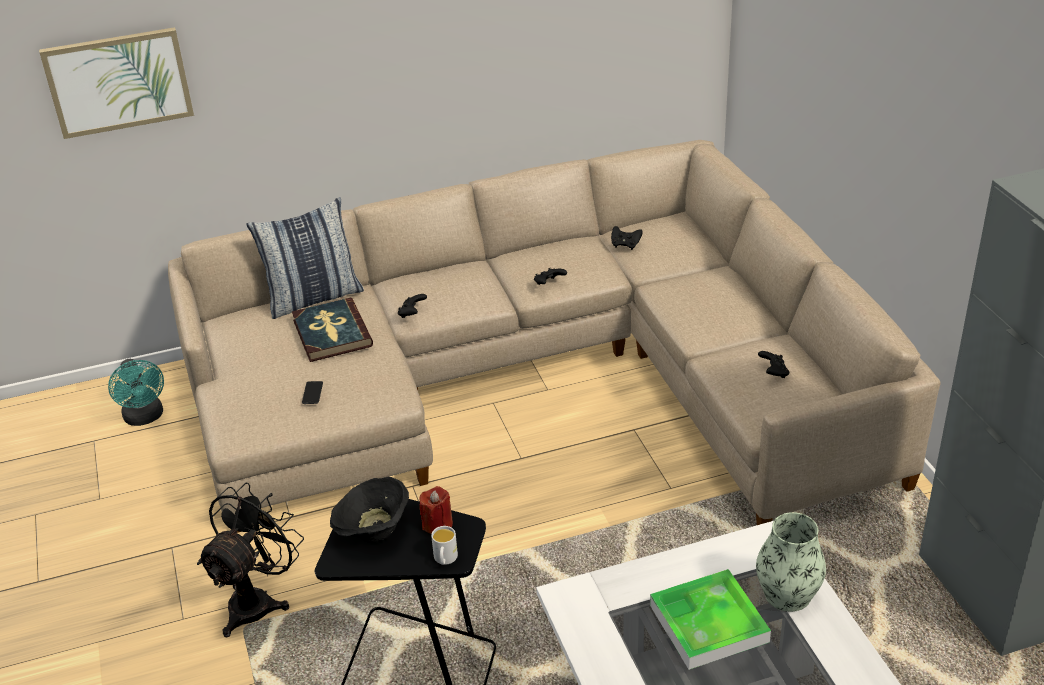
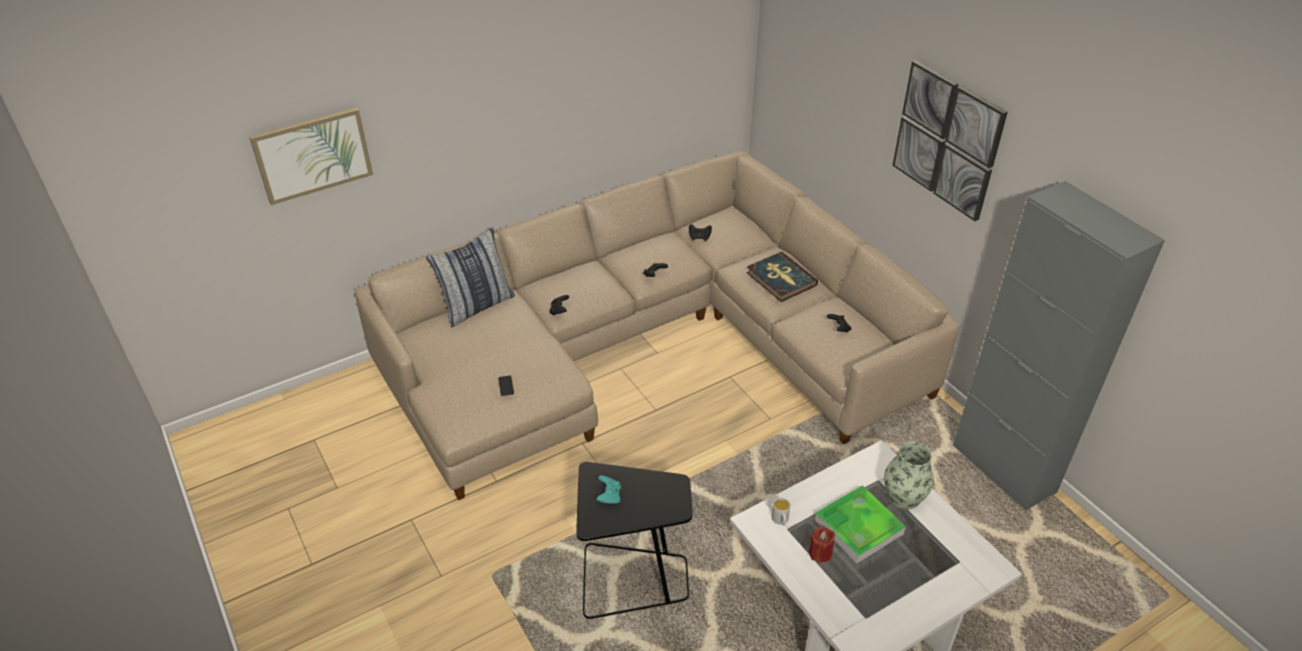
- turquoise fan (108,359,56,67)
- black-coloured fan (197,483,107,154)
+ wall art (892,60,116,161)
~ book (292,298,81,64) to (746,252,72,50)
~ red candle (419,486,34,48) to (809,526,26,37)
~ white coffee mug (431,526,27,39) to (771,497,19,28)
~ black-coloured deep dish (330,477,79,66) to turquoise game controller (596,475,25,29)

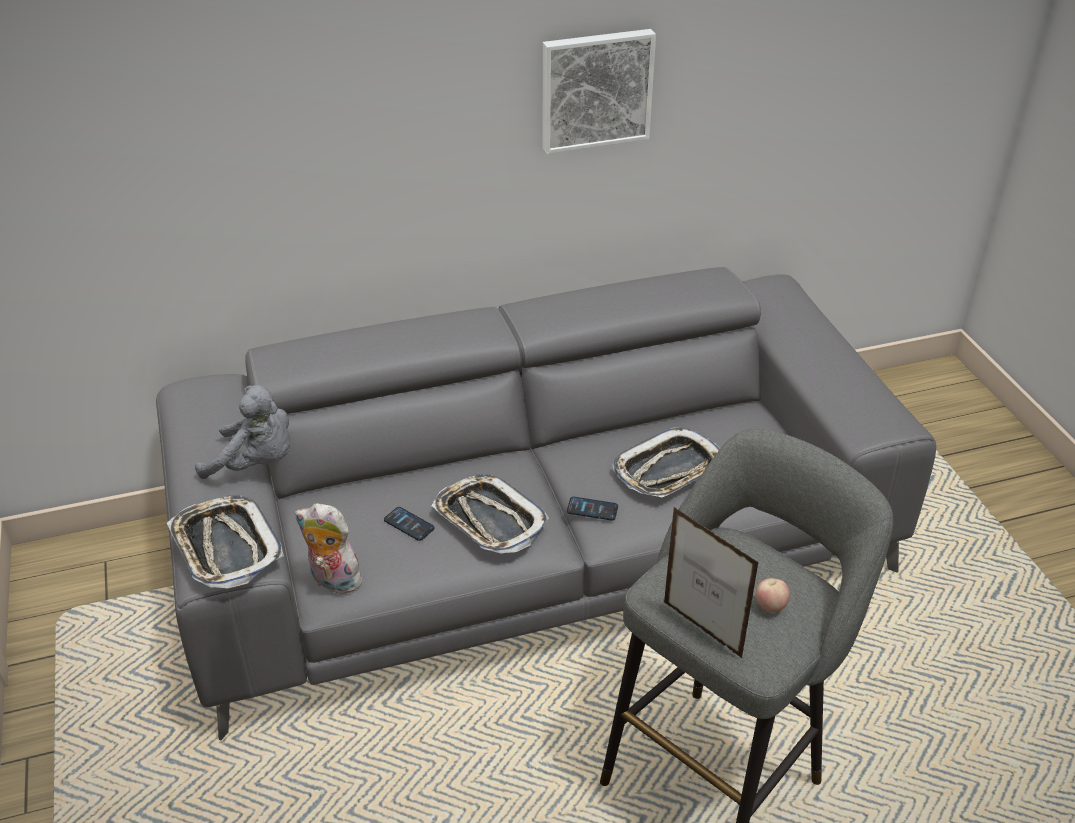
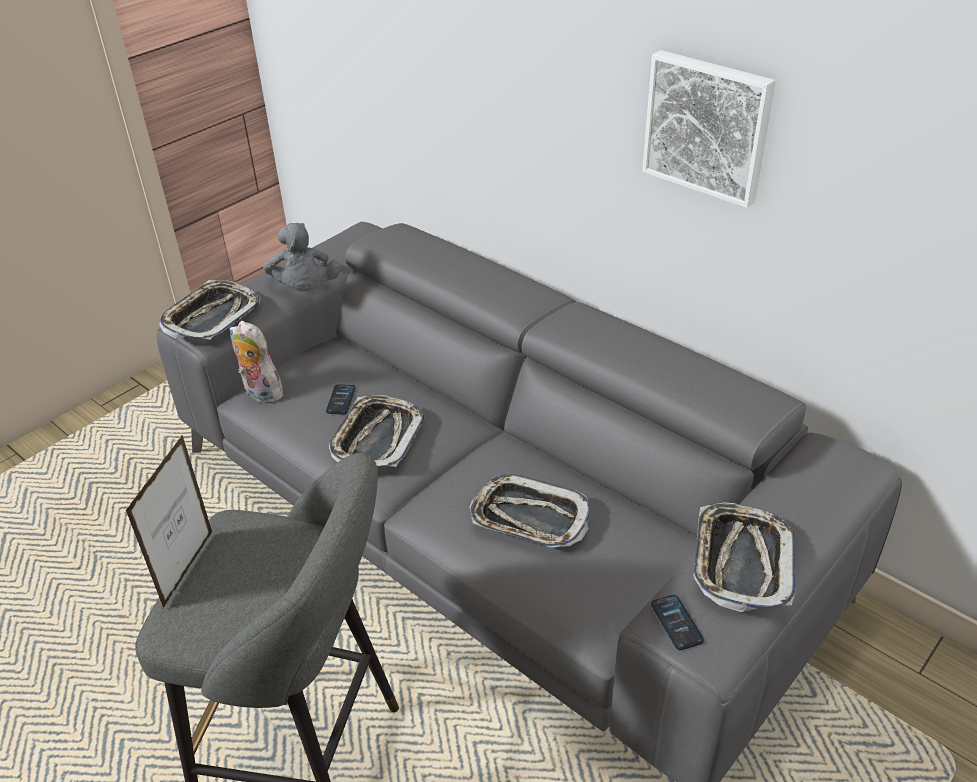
- apple (756,578,34,35)
+ tray (693,502,103,110)
~ handset (567,497,51,23) to (651,595,53,55)
~ soft toy (295,503,67,91) = (229,321,55,83) 45 degrees counterclockwise

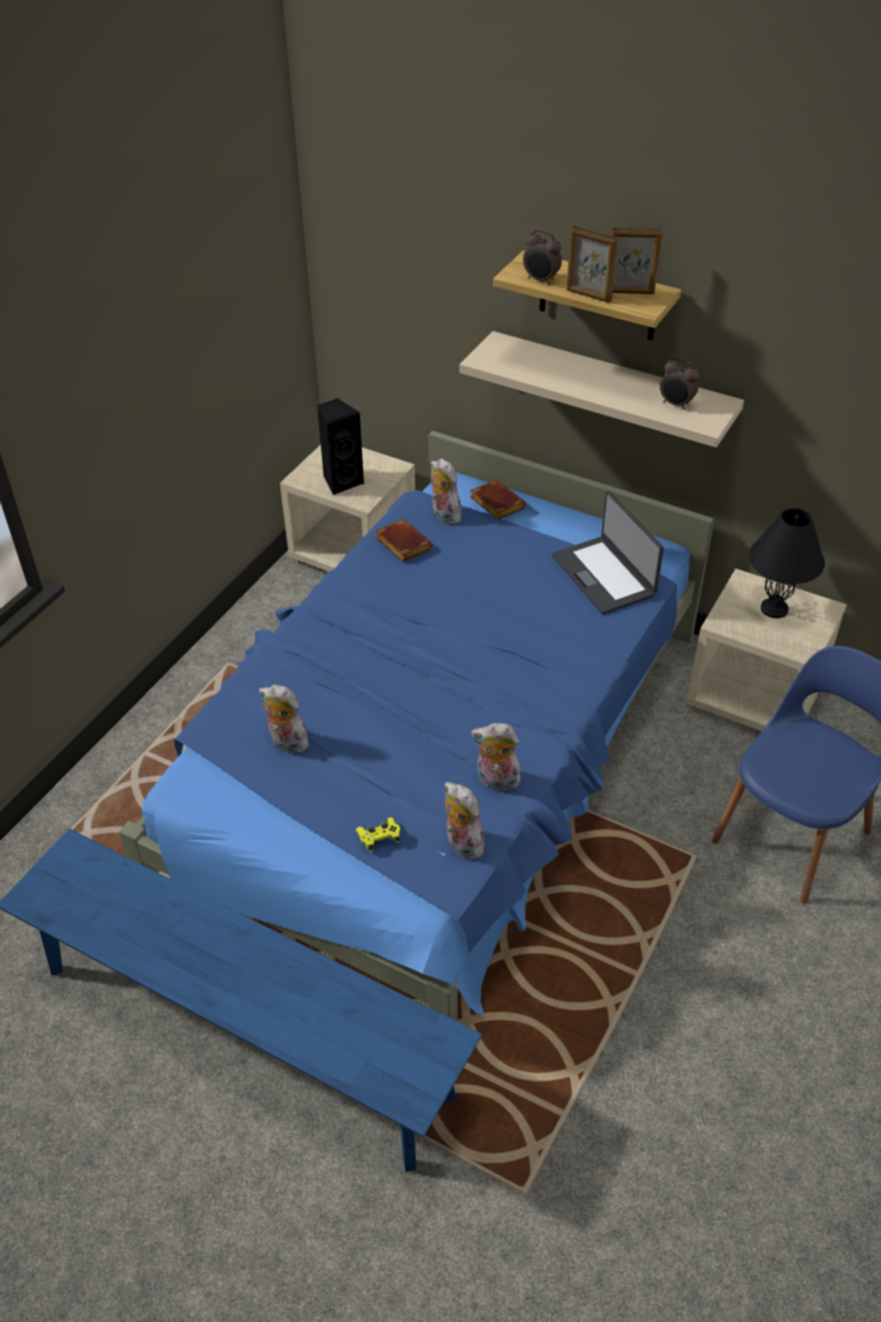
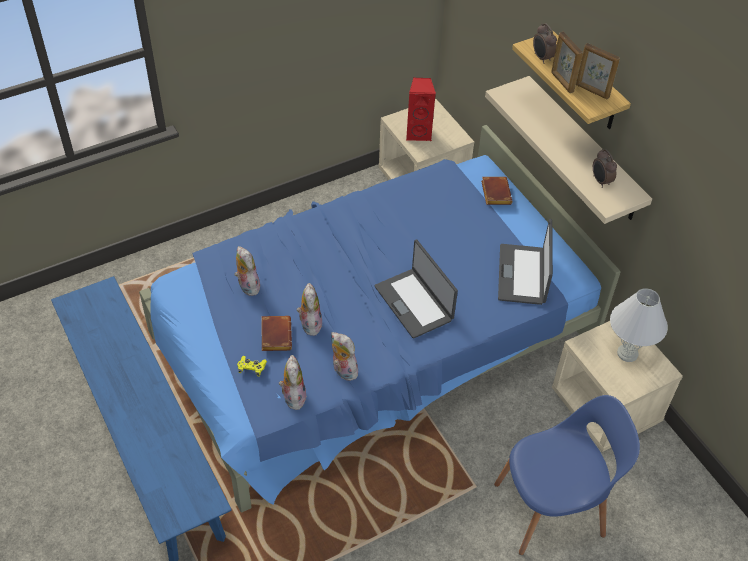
+ laptop (375,239,83,100)
~ brownish book (375,519,58,43) to (261,316,31,35)
~ soft toy (431,458,33,66) to (297,283,26,53)
~ black-coloured loudspeaker (317,398,47,97) to red loudspeaker (406,77,30,64)
~ black-coloured tabletop lamp (749,508,76,110) to white tabletop lamp (610,288,58,74)

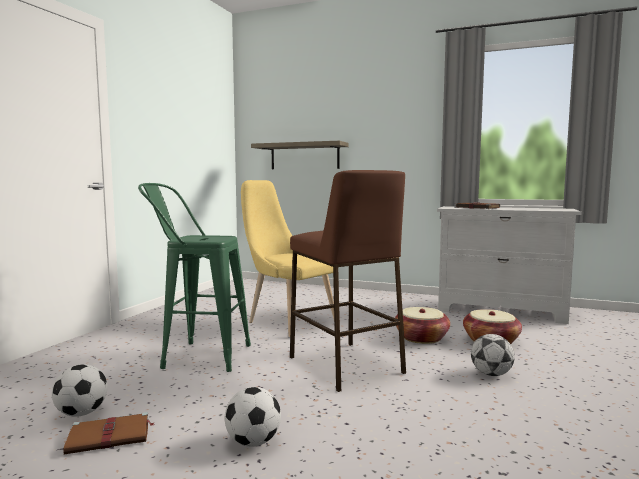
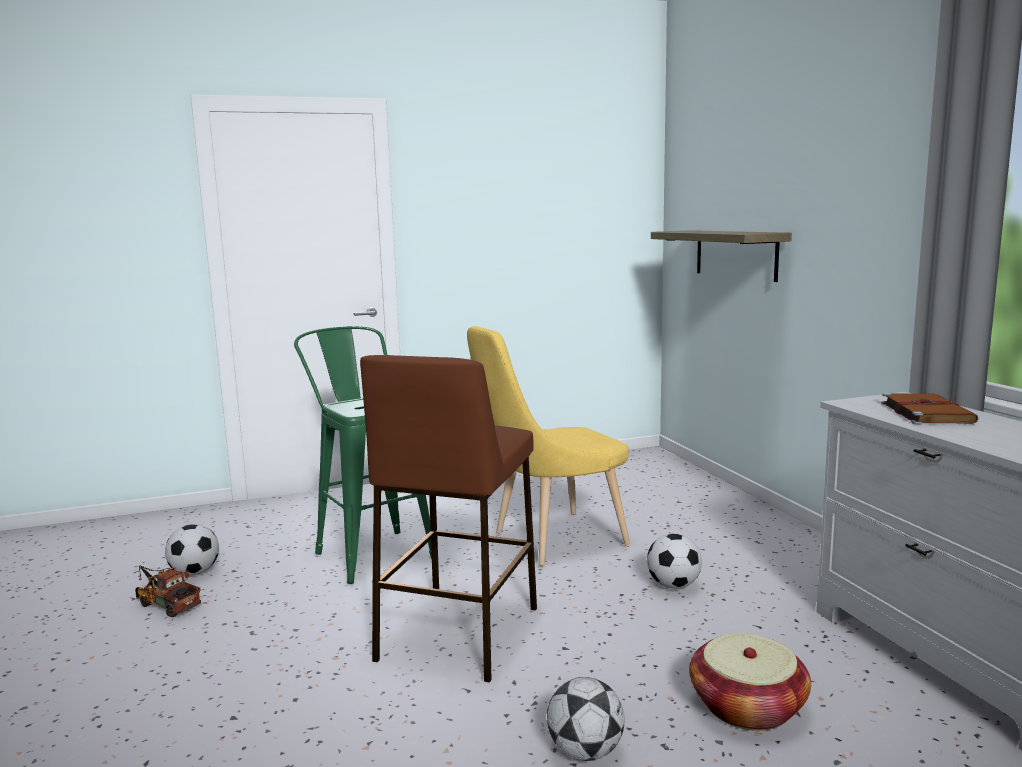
- basket (395,307,55,37)
~ football ball (225,387,56,60) to (647,534,55,55)
~ brownish book (63,412,91,42) to toy truck (135,565,66,52)
~ yellow-coloured upright chair (241,180,93,157) = (467,326,164,240) 120 degrees counterclockwise

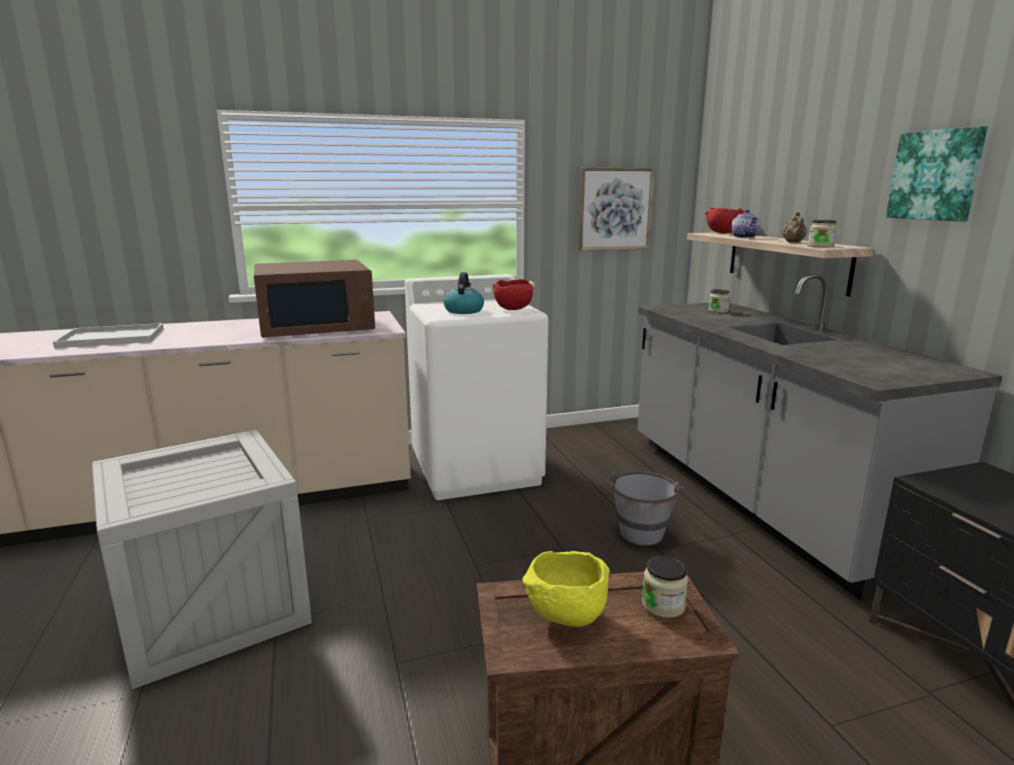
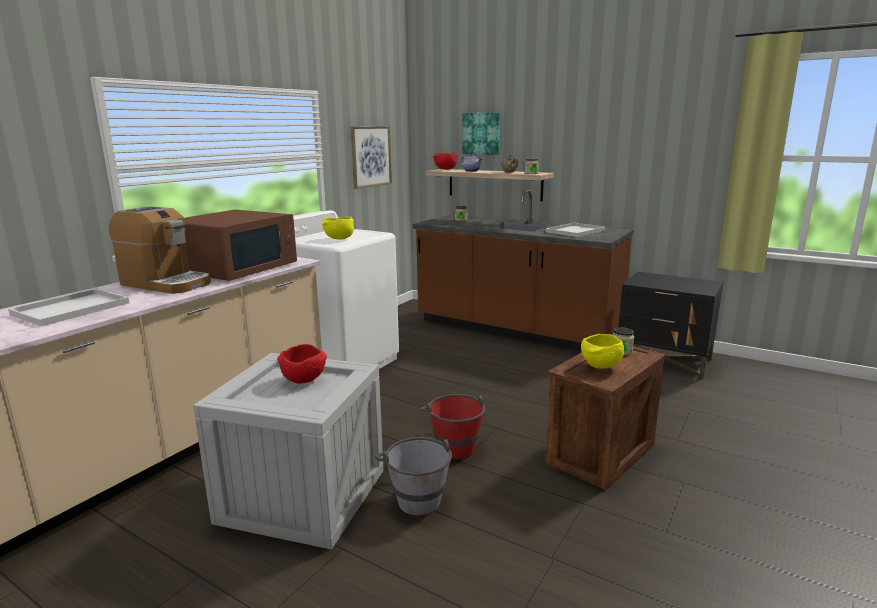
+ coffee brewer (109,206,102,88)
+ red pail (420,394,65,65)
+ white tray (545,223,60,14)
~ red deep dish (493,279,41,31) to (277,344,50,39)
~ greyish pail (609,471,76,74) to (376,437,76,78)
~ wall art (886,126,101,96) to (462,112,38,43)
~ tea kettle (444,272,40,42) to yellow-coloured deep dish (322,216,32,24)
~ greyish kitchen counter (637,274,366,327) to brownish kitchen counter (413,190,221,161)

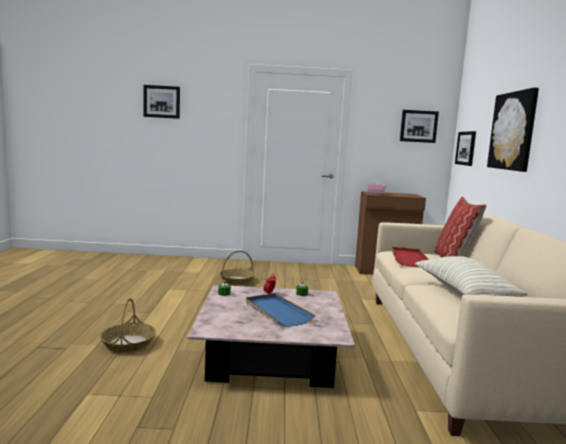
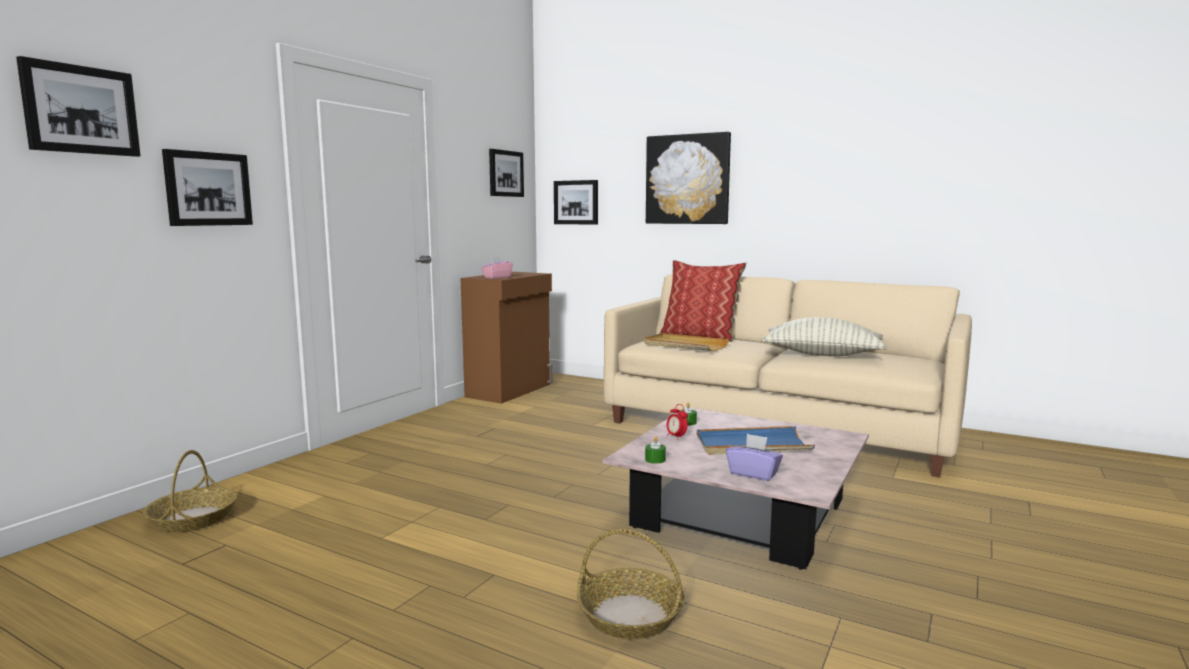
+ wall art (162,149,91,77)
+ purple tissue box (726,434,57,47)
~ basket (219,250,37,35) to (143,450,94,82)
~ red tray (392,247,37,20) to beige-coloured tray (644,333,85,18)

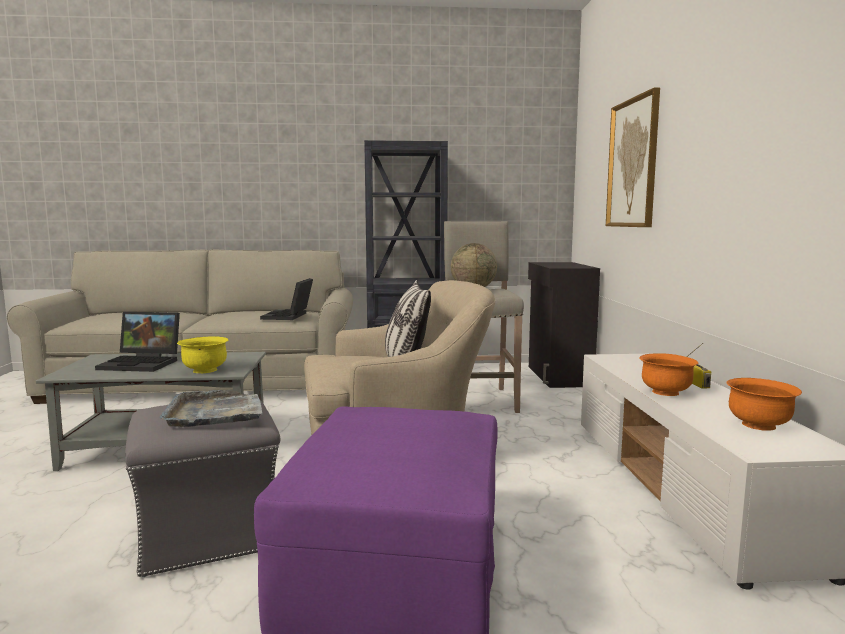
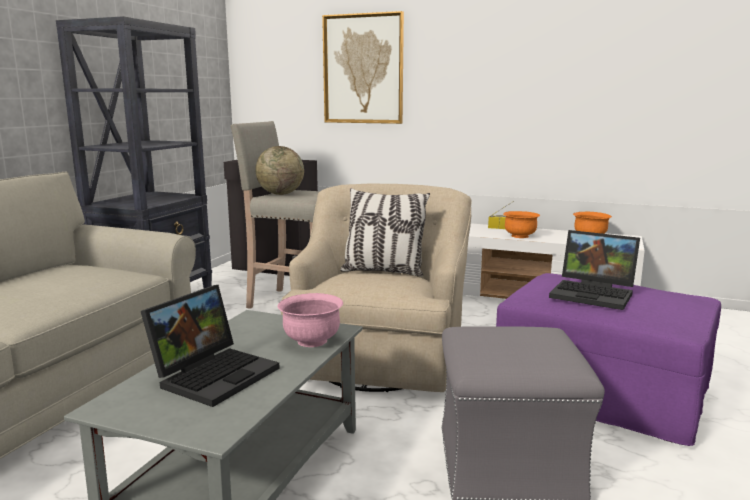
- greyish tray (159,390,104,37)
~ laptop (260,278,53,42) to (549,230,91,80)
~ yellow-coloured deep dish (177,336,52,37) to pink-coloured deep dish (278,293,65,54)

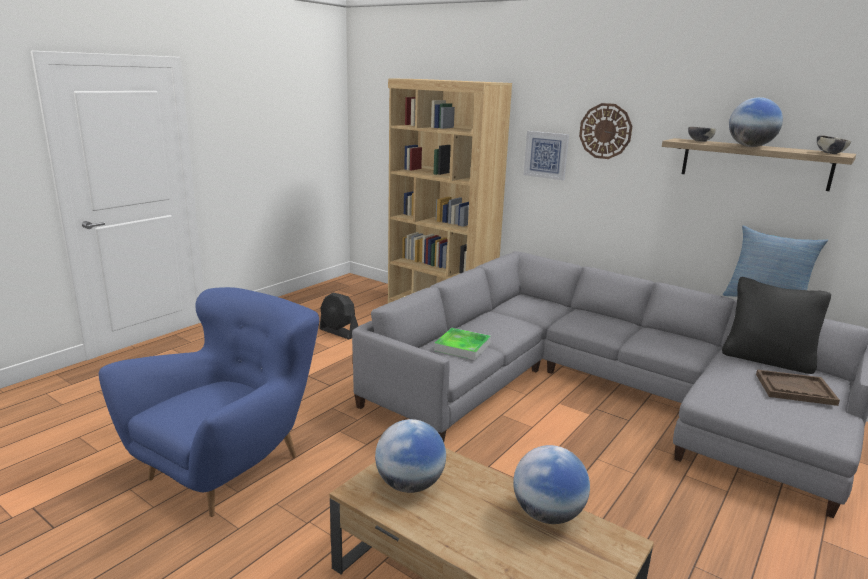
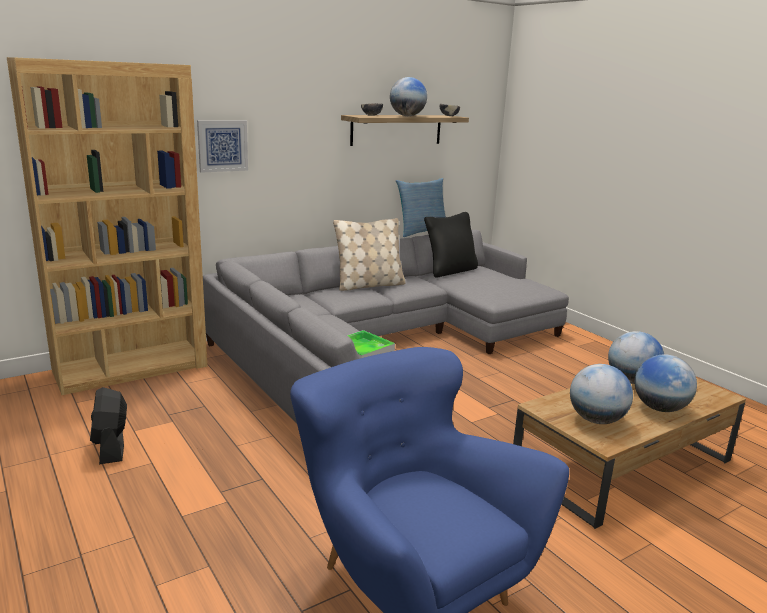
- hanging clock (579,103,53,56)
- brownish tray (756,369,84,37)
+ beige-coloured cushion (333,218,73,73)
+ desk globe (635,354,62,58)
~ black-coloured fan (319,292,39,47) = (90,387,37,77) 105 degrees clockwise

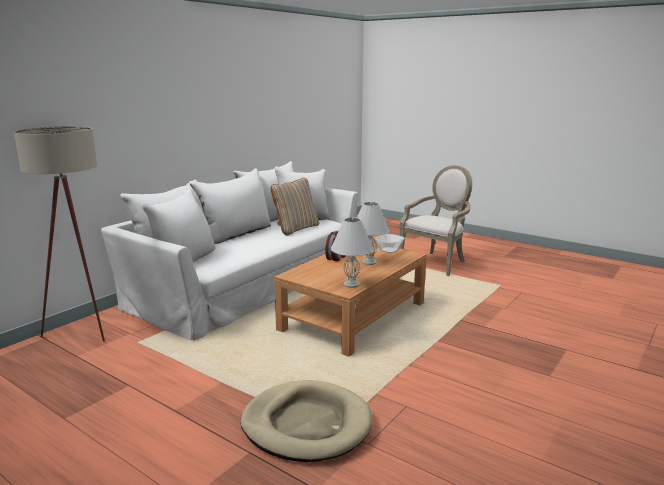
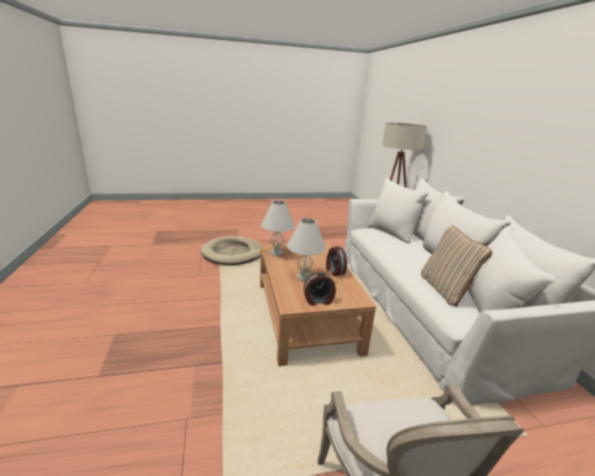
~ deep dish (375,234,30,19) to bedside clock (303,272,33,34)

